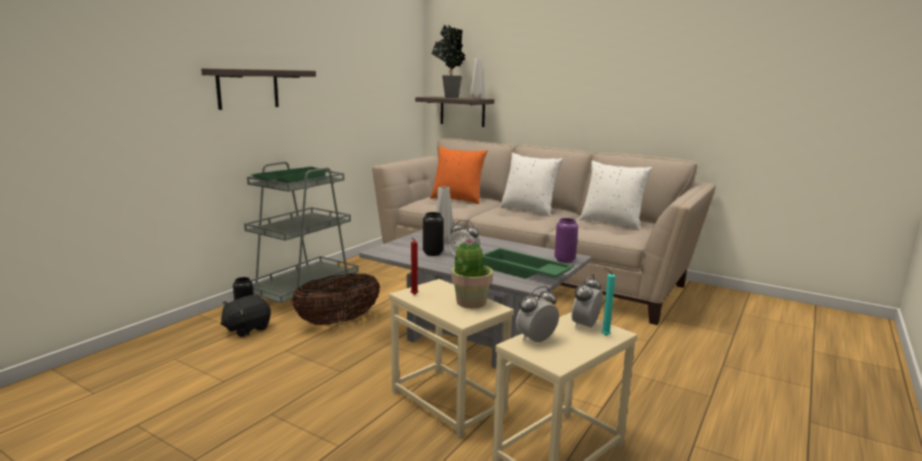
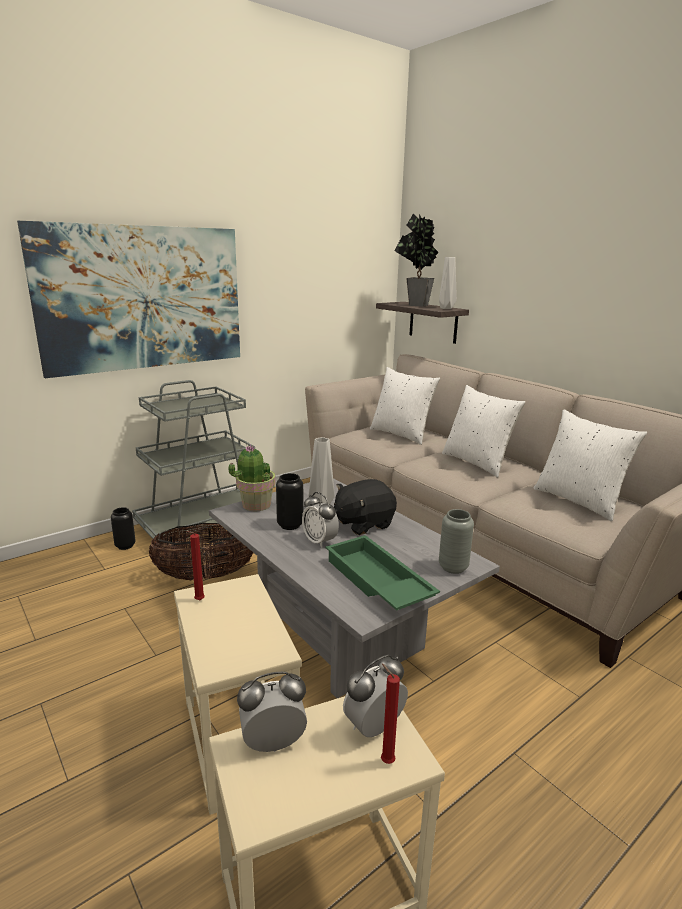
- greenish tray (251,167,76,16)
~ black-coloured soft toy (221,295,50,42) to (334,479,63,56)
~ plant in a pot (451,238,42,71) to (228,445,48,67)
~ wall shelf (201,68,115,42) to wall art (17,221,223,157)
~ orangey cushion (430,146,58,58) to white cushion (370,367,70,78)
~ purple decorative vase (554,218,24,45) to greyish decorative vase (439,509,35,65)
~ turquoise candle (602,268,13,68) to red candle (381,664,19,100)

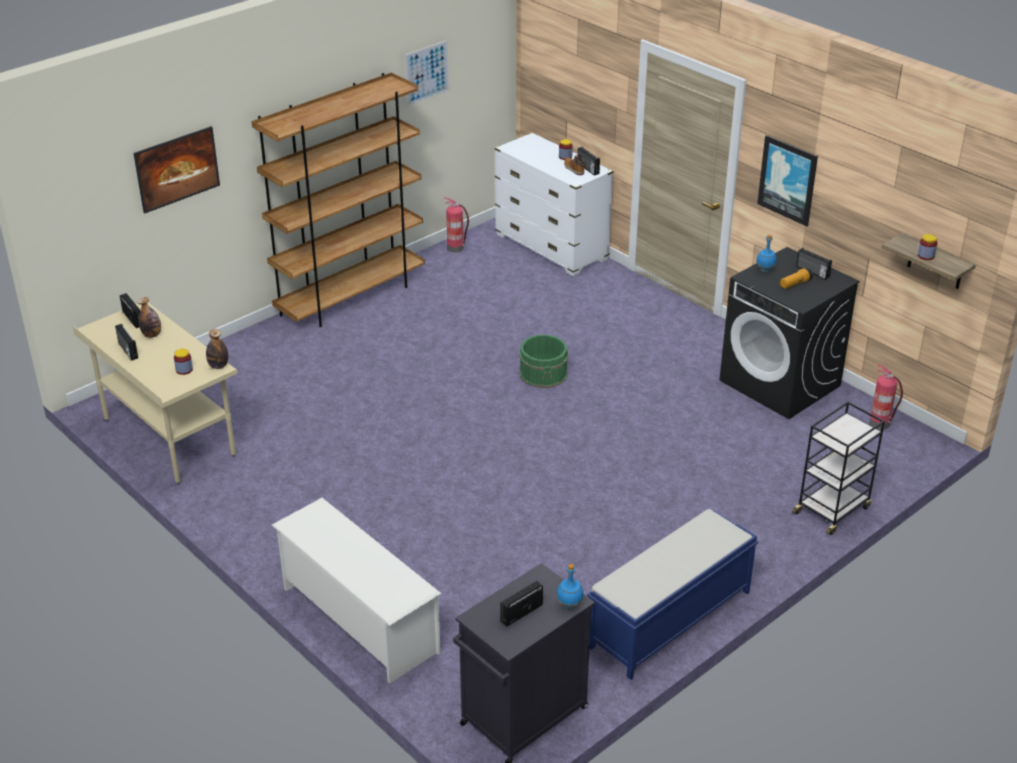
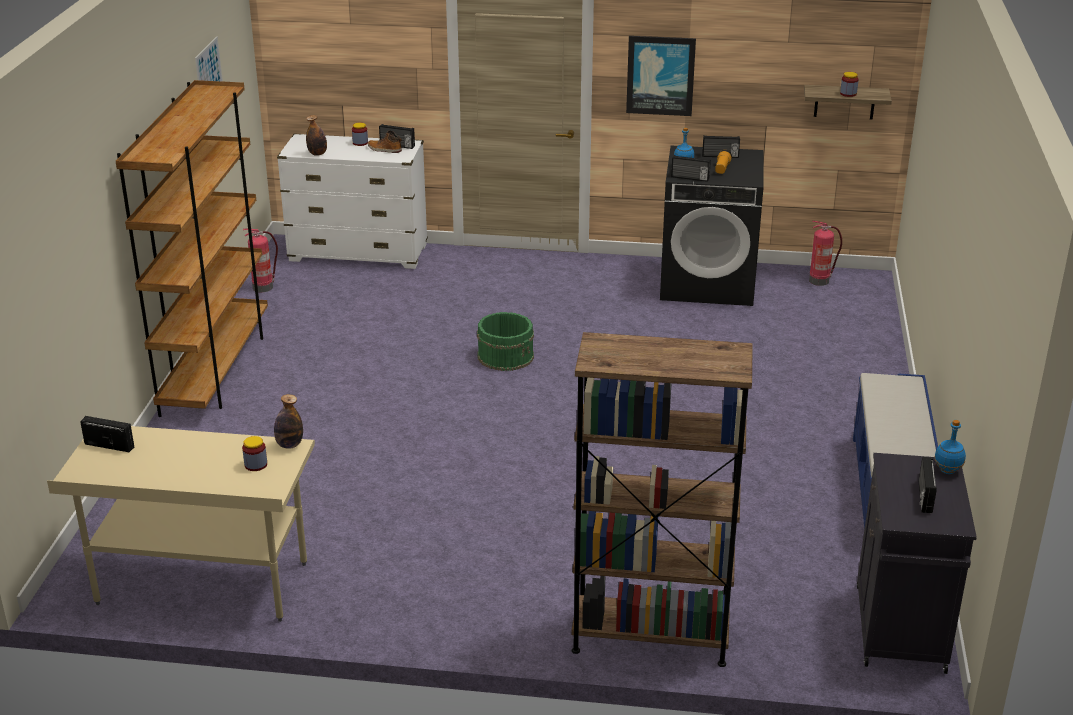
- wall art (133,126,87,87)
- black-coloured trolley (792,402,93,133)
~ radio set (115,324,23,37) to (671,155,40,27)
~ bottle (138,297,23,41) to (306,115,21,41)
~ white shoe stand (271,498,170,185) to brownish bookshelf (571,332,182,335)

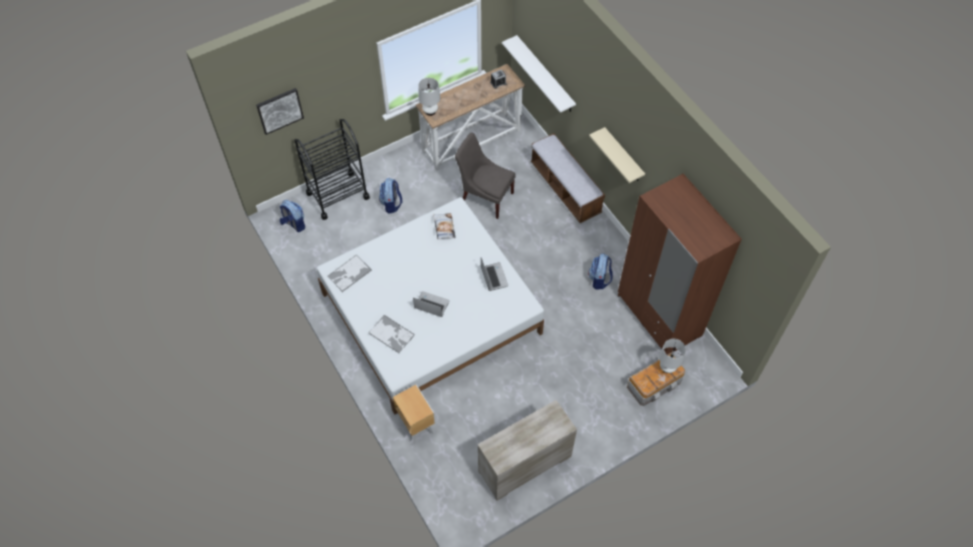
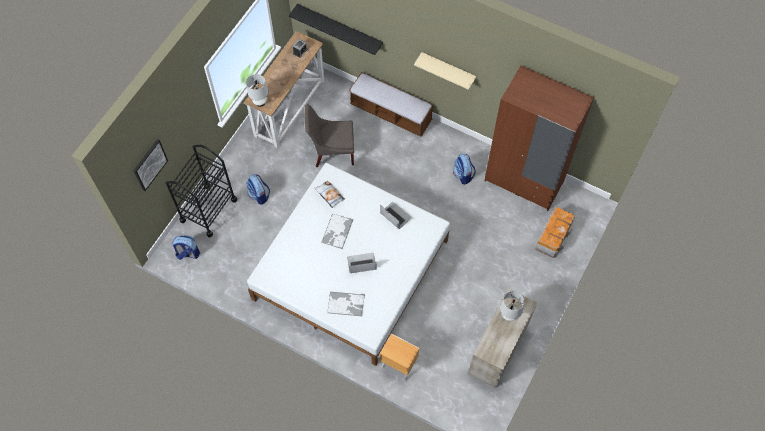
~ tray (327,254,45,38) to (321,213,32,36)
~ white tabletop lamp (659,339,27,34) to (500,291,25,30)
~ white wall shelf (502,35,74,78) to black-coloured wall shelf (289,4,94,51)

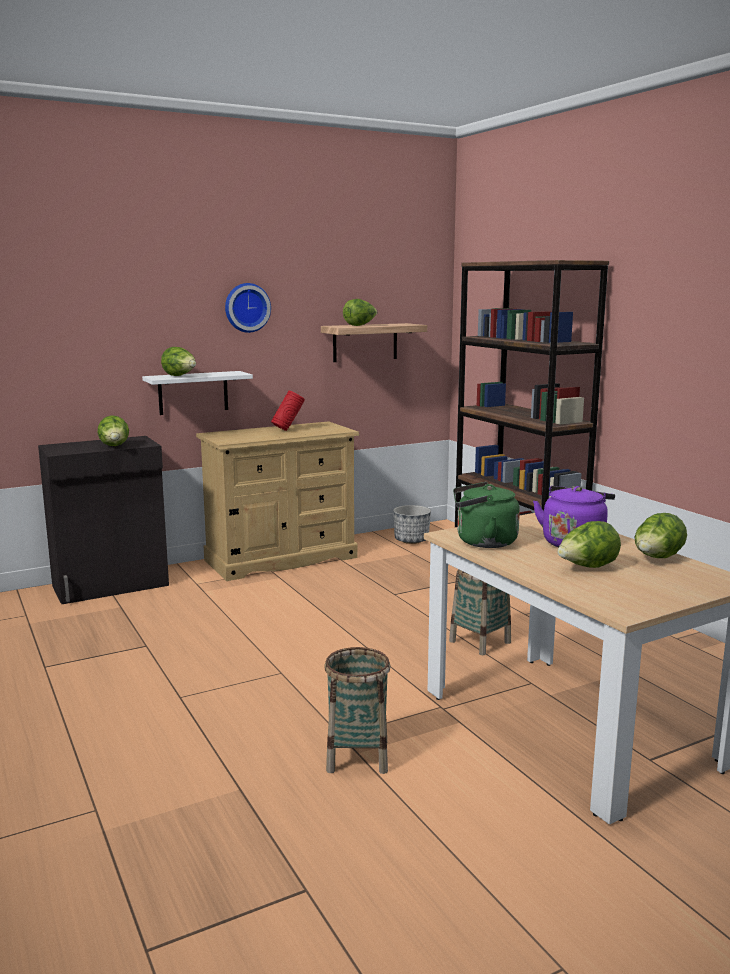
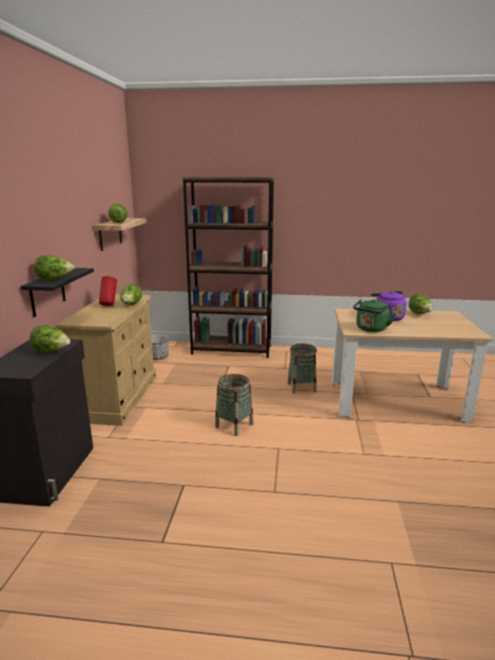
- hanging clock (225,283,46,50)
~ basket (324,647,67,127) to (215,374,38,62)
~ lettuce (557,521,64,47) to (120,284,22,21)
~ white wall shelf (142,371,111,44) to black-coloured wall shelf (20,268,74,49)

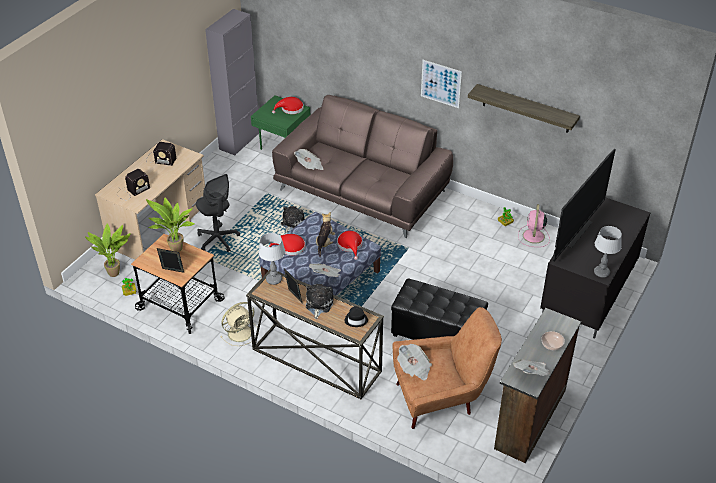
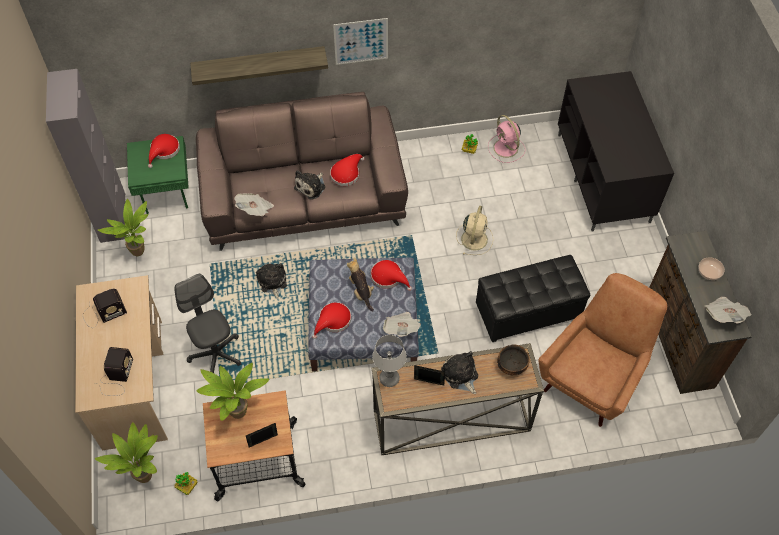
- newspaper (397,344,35,37)
- TV set (553,149,63,112)
- tabletop lamp (594,226,28,52)
+ plant in a pot (98,199,50,57)
+ soft toy (294,171,31,29)
+ red hat (330,154,35,32)
~ beige-coloured fan (220,302,37,44) to (456,206,37,49)
~ wall shelf (468,84,112,49) to (190,46,138,39)
~ black-coloured hat (345,306,23,21) to deep dish (497,344,33,31)
~ greyish computer chair (196,174,44,78) = (174,274,67,99) 135 degrees counterclockwise

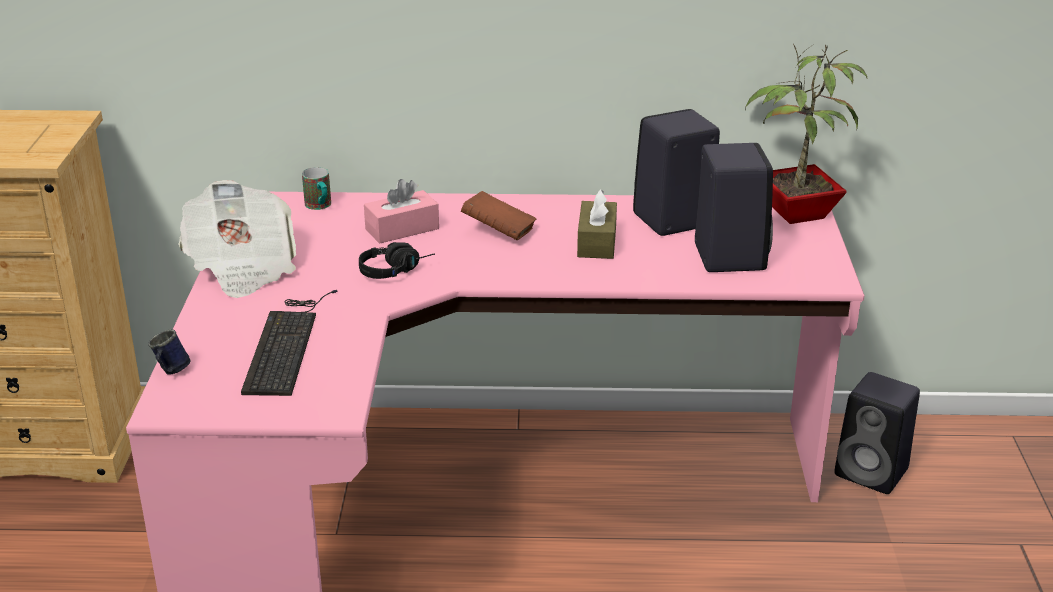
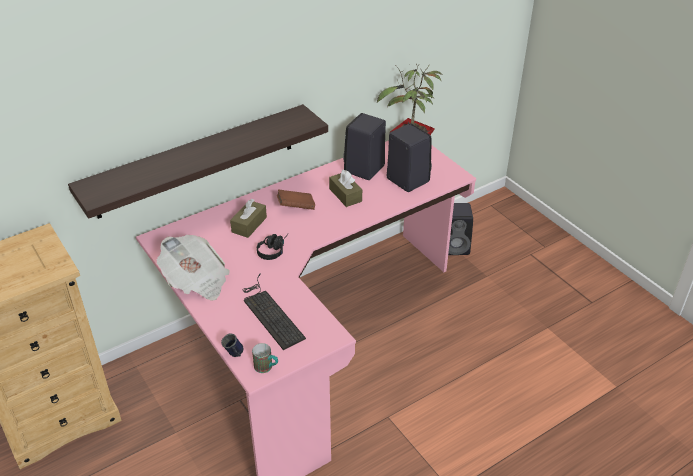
+ wall shelf (68,104,260,115)
~ coffee mug (302,167,29,43) to (252,343,26,30)
~ pink-coloured tissue box (364,179,75,65) to brownish tissue box (230,199,37,39)

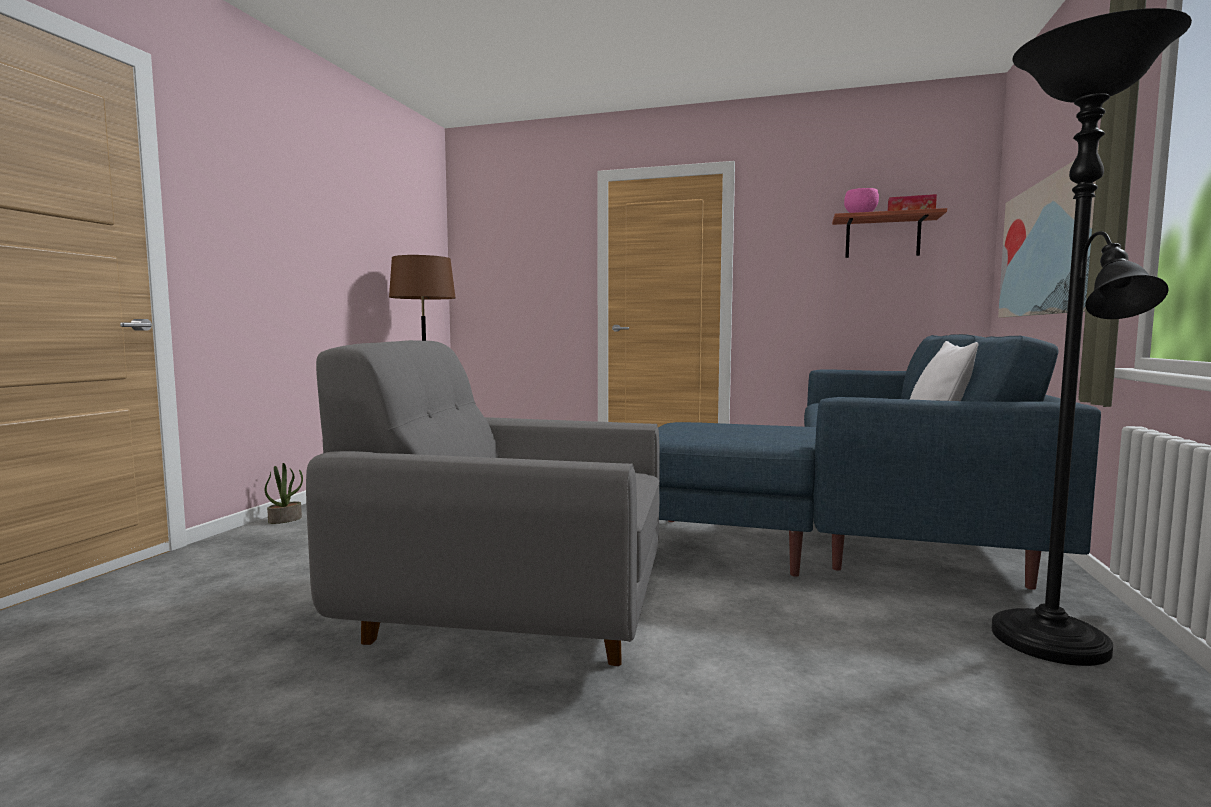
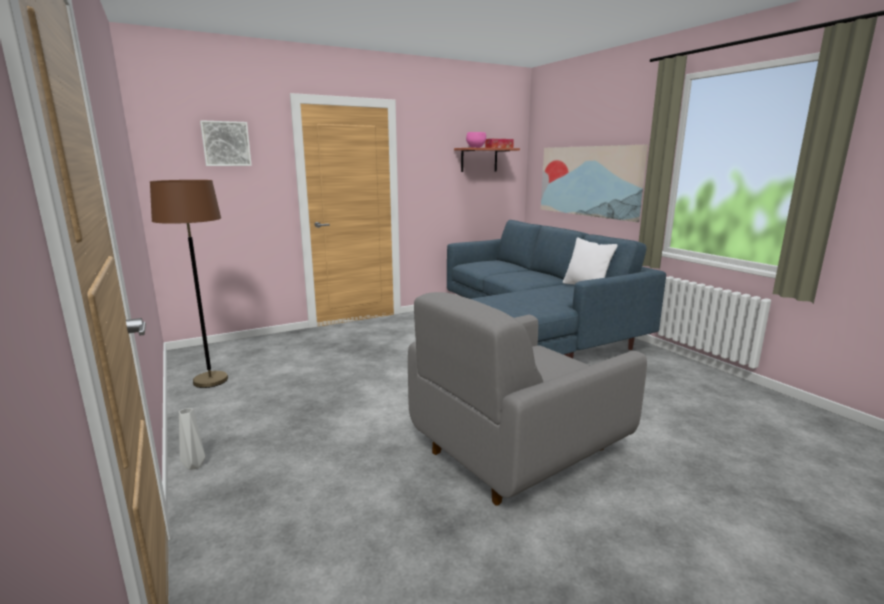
- black-coloured standing lamp (992,8,200,658)
+ wall art (200,120,52,46)
~ plant in a pot (265,463,38,61) to greyish decorative vase (179,408,26,62)

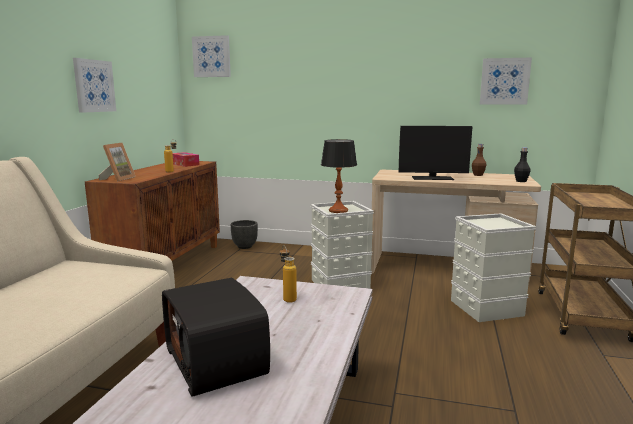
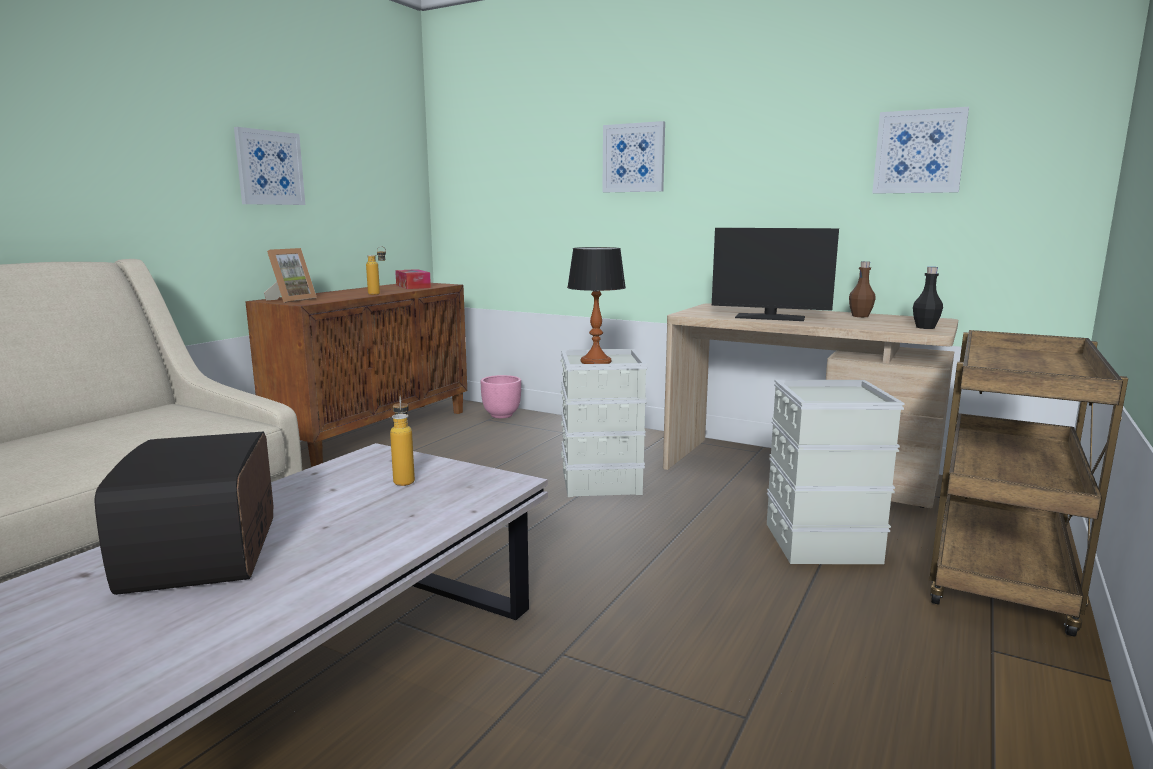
~ wall art (192,35,39,42) to (602,121,63,71)
~ black-coloured flower pot (231,220,27,29) to pink-coloured flower pot (481,375,40,43)

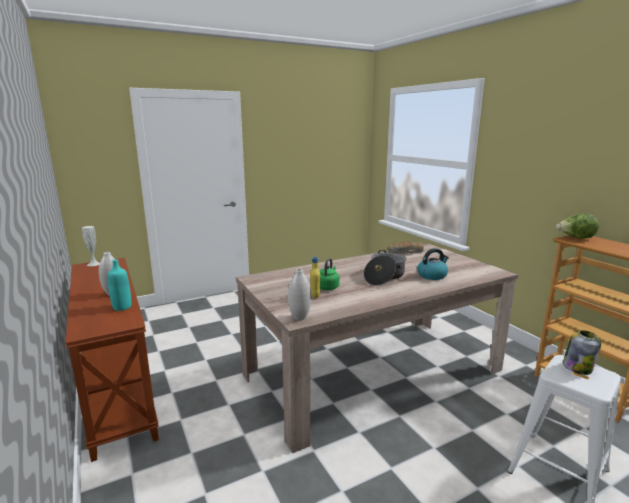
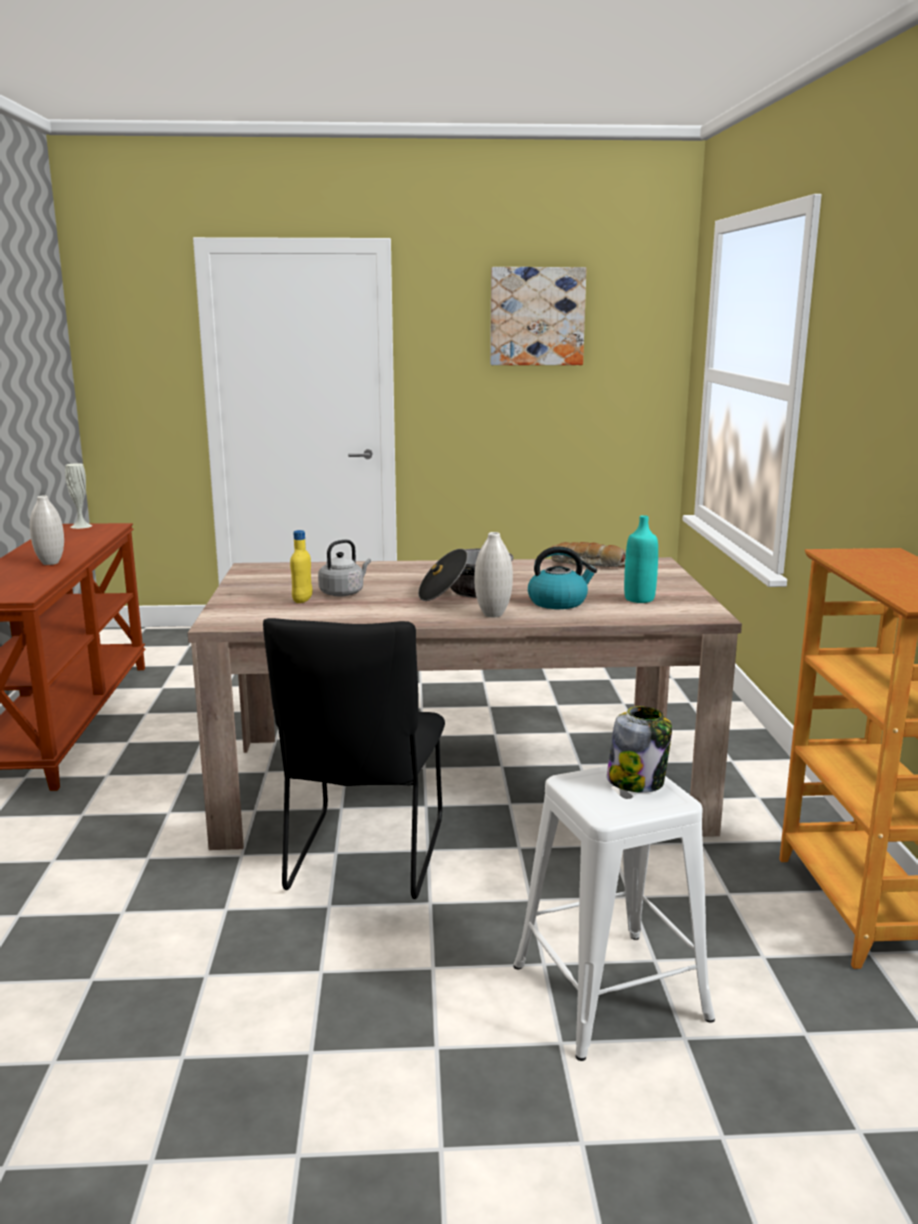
- lettuce (556,214,43,25)
+ black-coloured upright chair (263,618,182,281)
+ wall art (490,267,97,98)
~ turquoise bottle (107,259,24,52) to (624,515,34,88)
~ white decorative vase (288,269,23,51) to (474,532,39,85)
~ greenish tea kettle (320,258,20,32) to greyish tea kettle (318,539,53,58)

